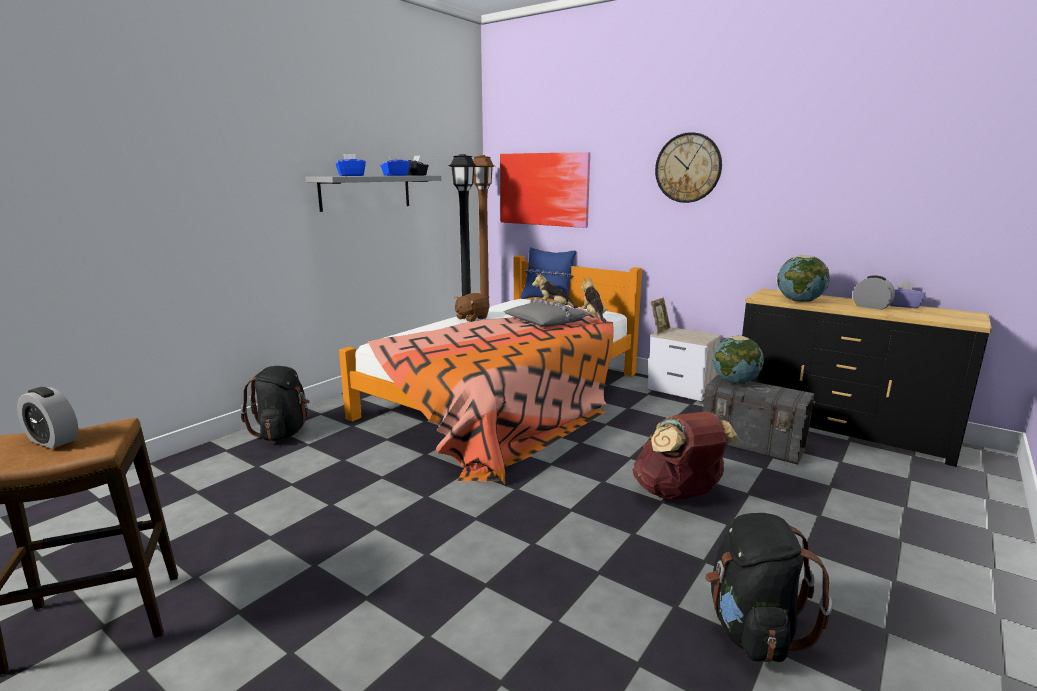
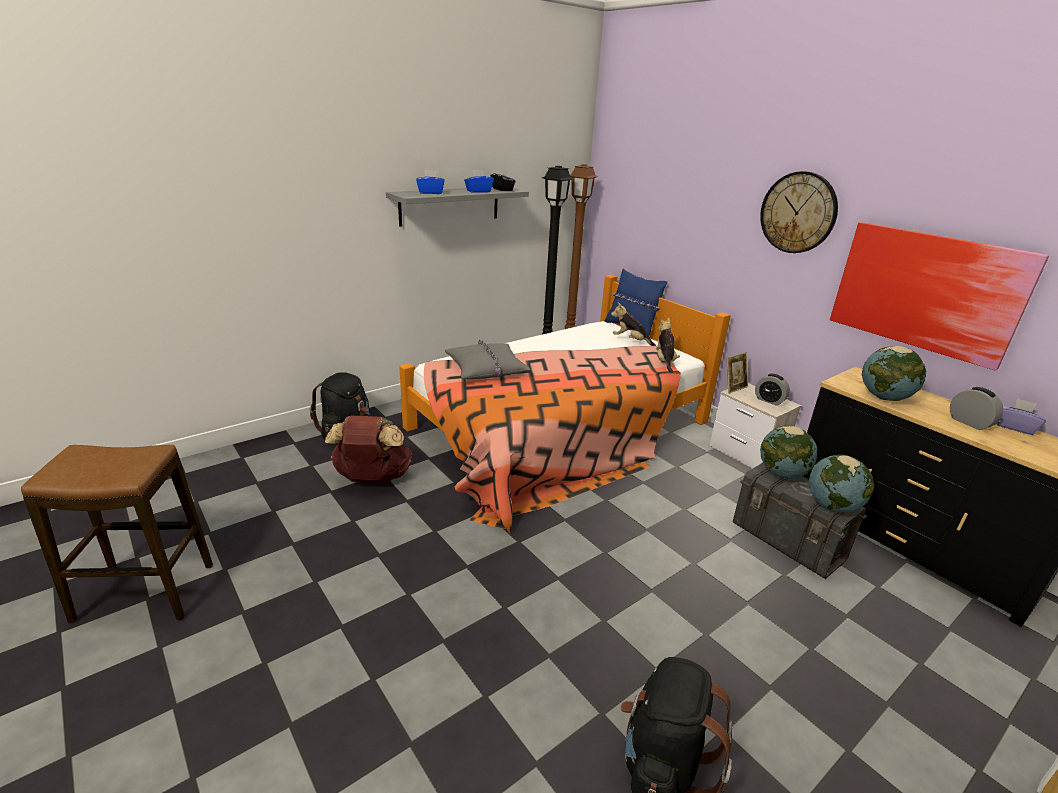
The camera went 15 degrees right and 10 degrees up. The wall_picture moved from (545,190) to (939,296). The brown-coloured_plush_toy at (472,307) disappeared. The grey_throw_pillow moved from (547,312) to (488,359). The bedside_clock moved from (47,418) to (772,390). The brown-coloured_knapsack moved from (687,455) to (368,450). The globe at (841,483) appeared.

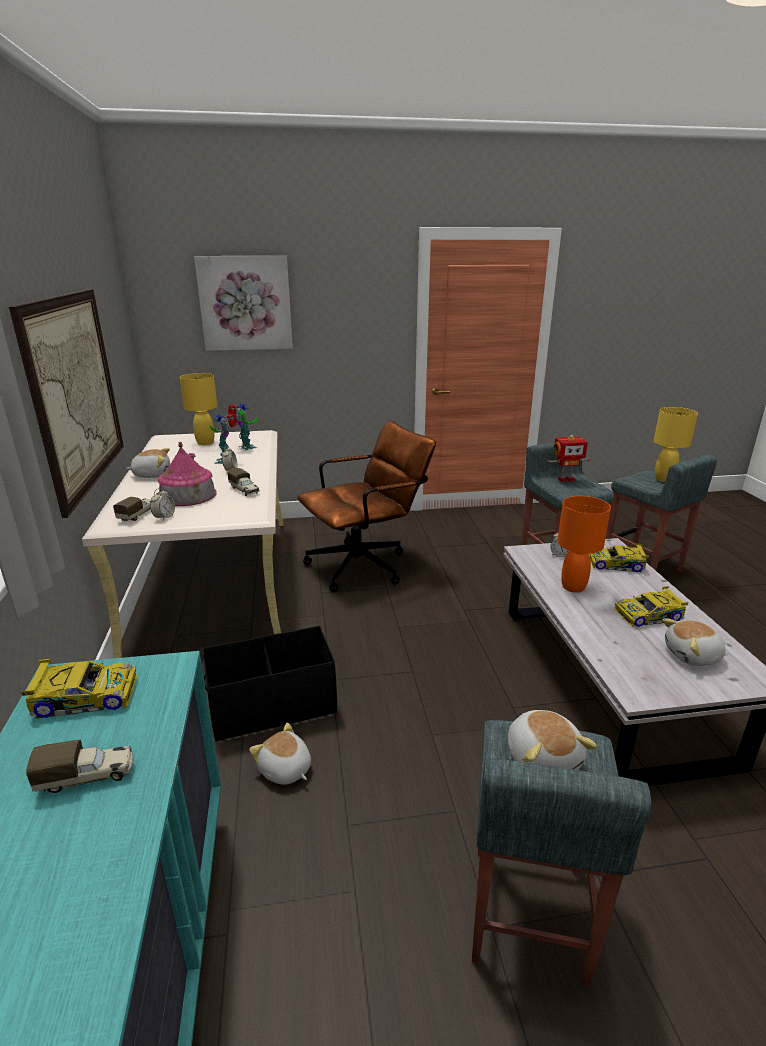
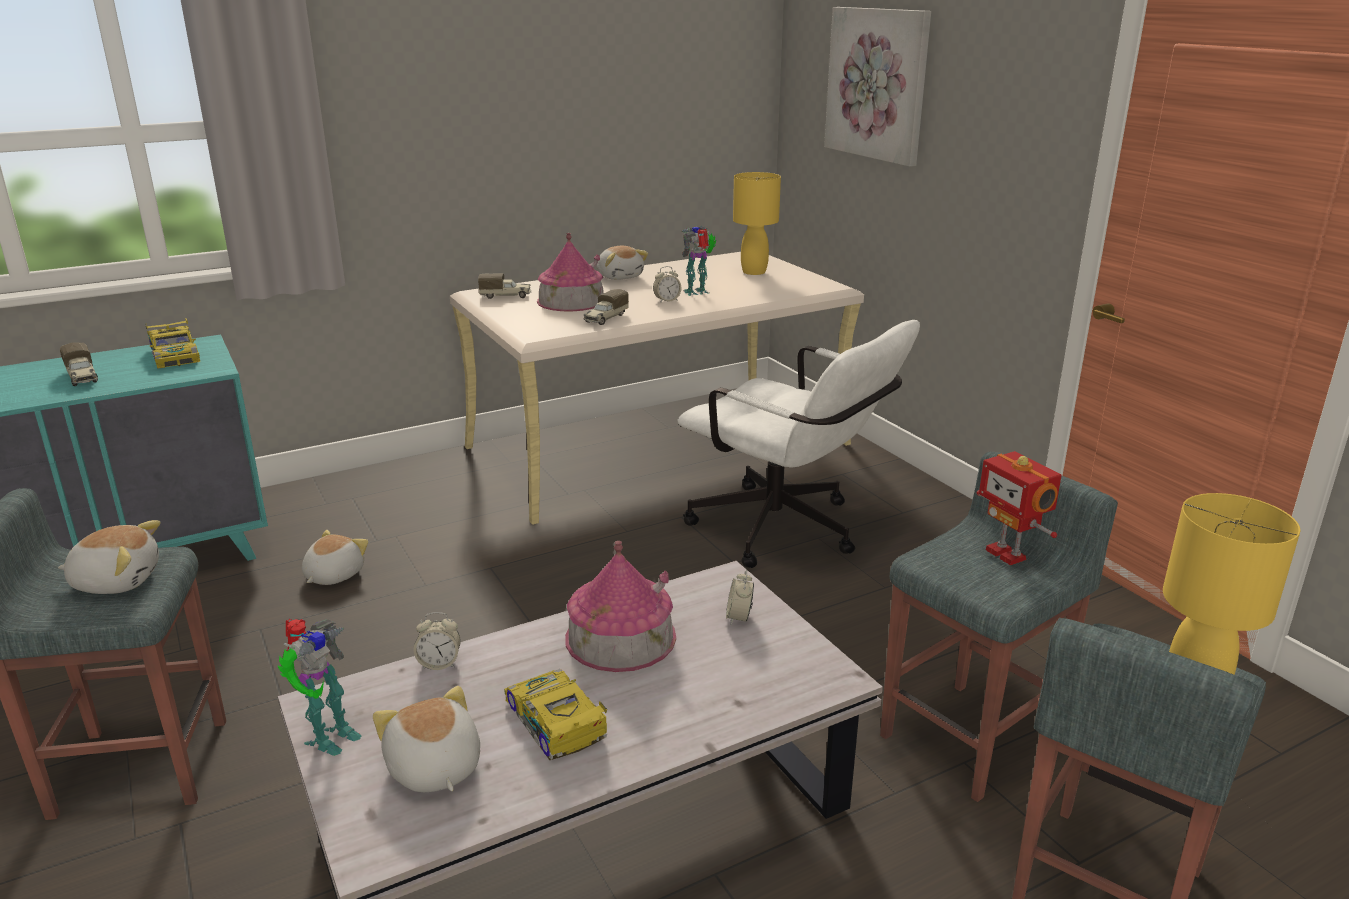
The camera went 70 degrees right and 0 degrees up. The wall_picture at (66,403) disappeared. The toy_robot moved from (243,427) to (320,687). The brown-coloured_computer_chair at (366,506) became the whitish_computer_chair at (798,444). The bedside_clock moved from (162,504) to (437,641). The orangey_tabletop_lamp at (584,544) was replaced by the model_house at (620,606). The miniature_car at (619,557) disappeared. The blackish_storage_container at (269,684) disappeared. The plush_toy at (552,740) turned 150 degrees counterclockwise.

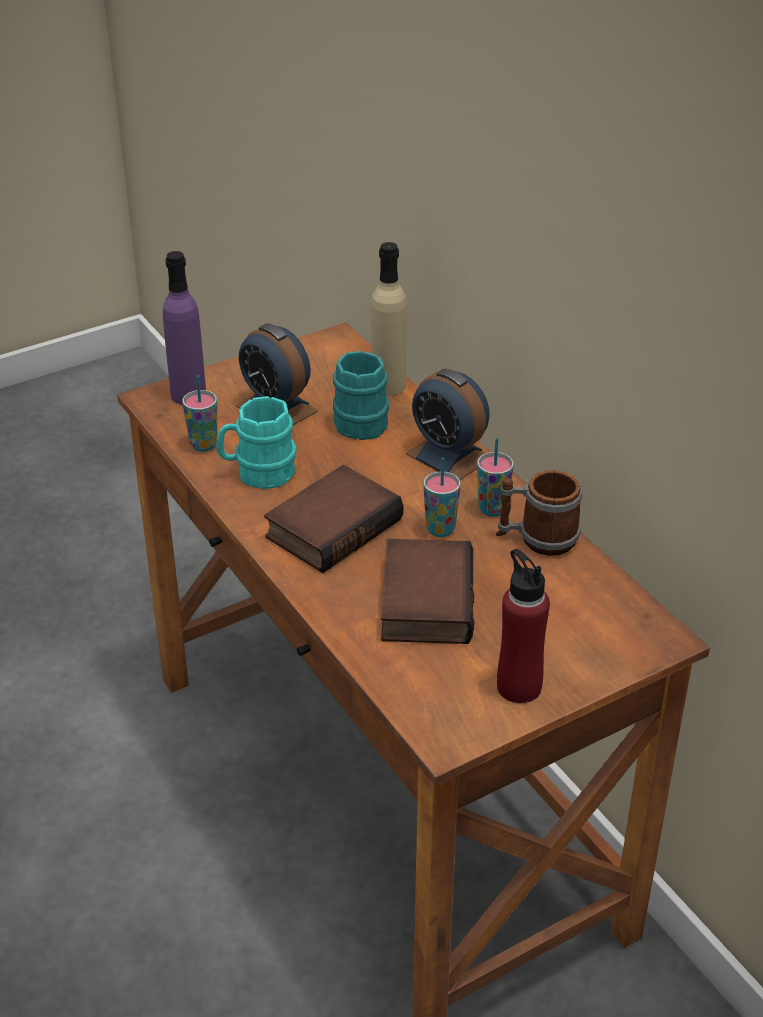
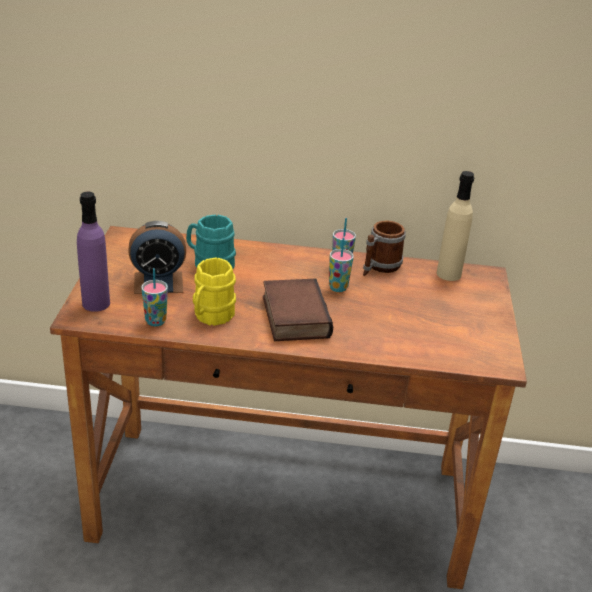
The camera went 55 degrees left and 5 degrees down. The beige_bottle moved from (389,319) to (455,226). The bedside_clock at (448,424) disappeared. The turquoise-coloured_coffee_mug at (256,442) became the yellowish_coffee_mug at (214,292). The volume at (427,591) disappeared. The reddish_bottle at (523,626) disappeared.

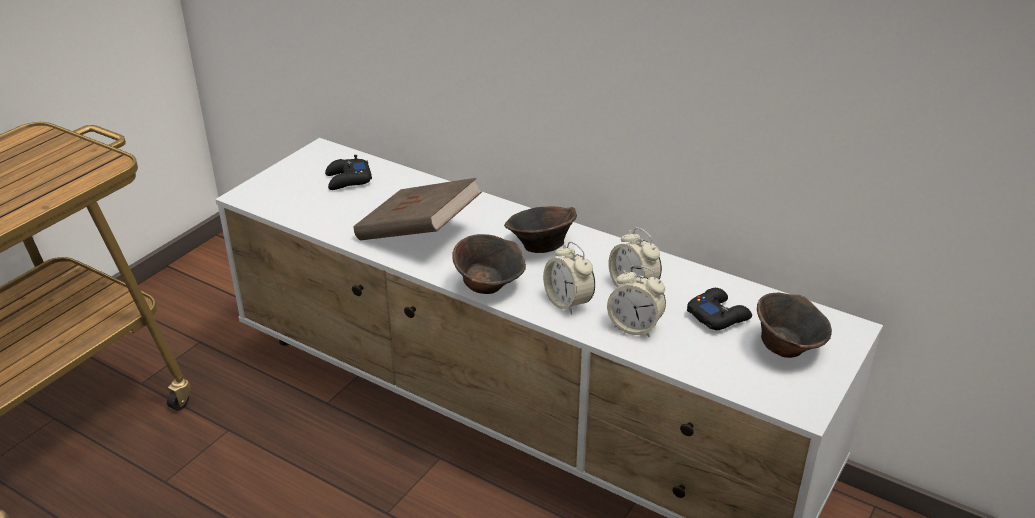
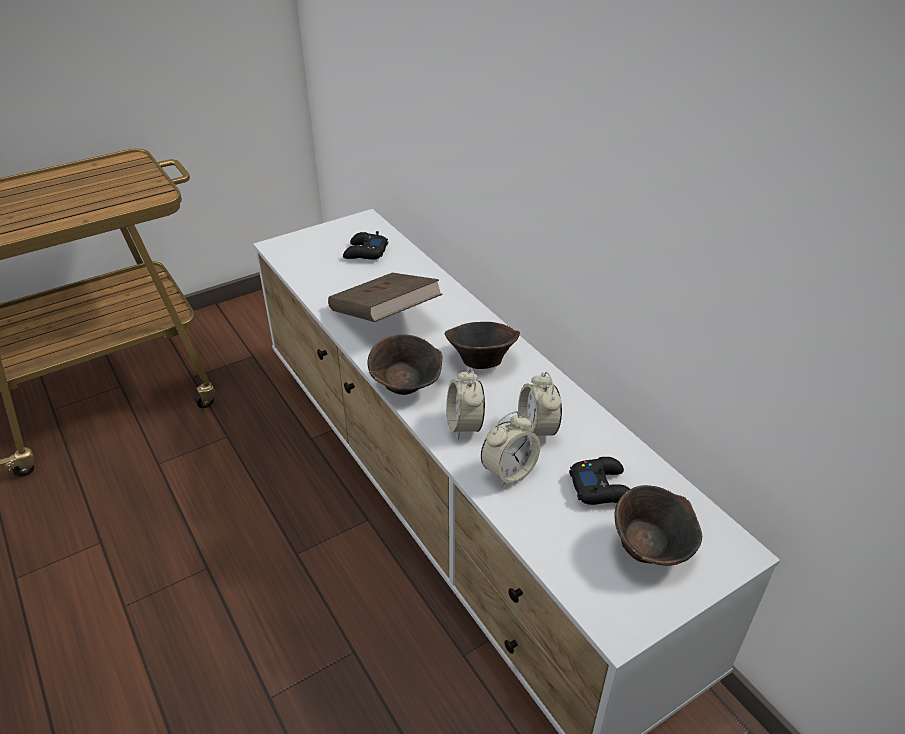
The camera went 25 degrees right and 5 degrees up. The bedside_clock at (636,301) turned 90 degrees counterclockwise.

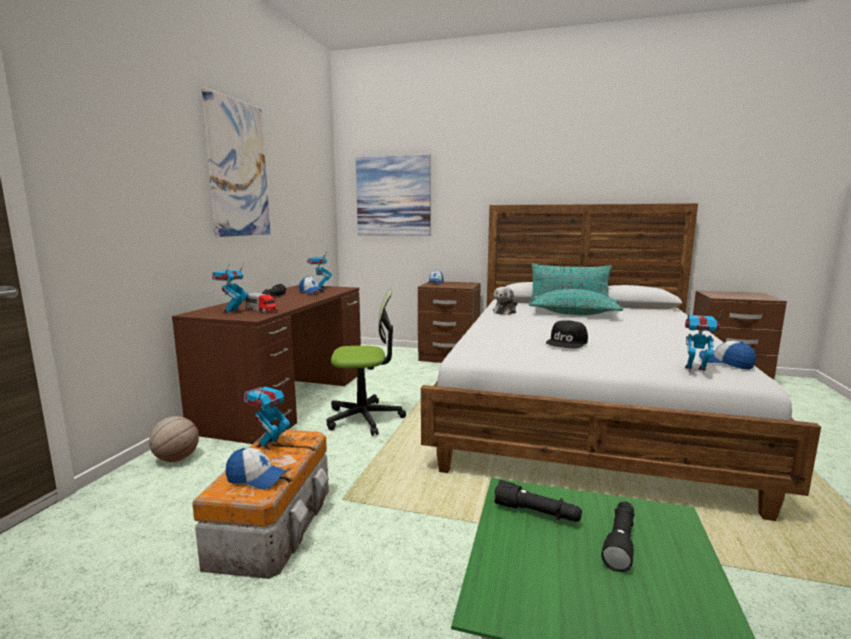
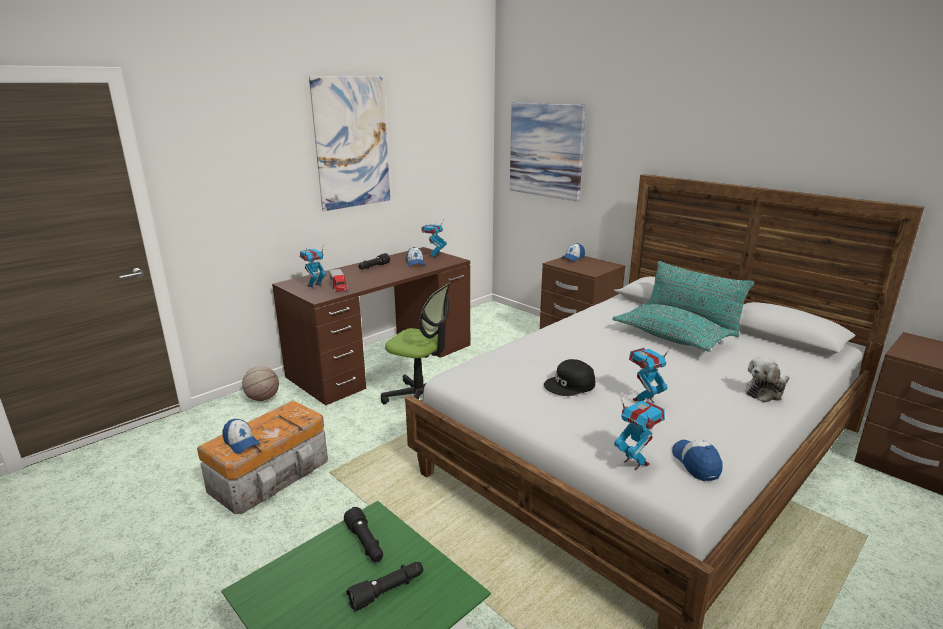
The camera went 30 degrees right and 10 degrees up. The plush_toy moved from (505,301) to (767,379). The toy_robot moved from (267,414) to (650,375).

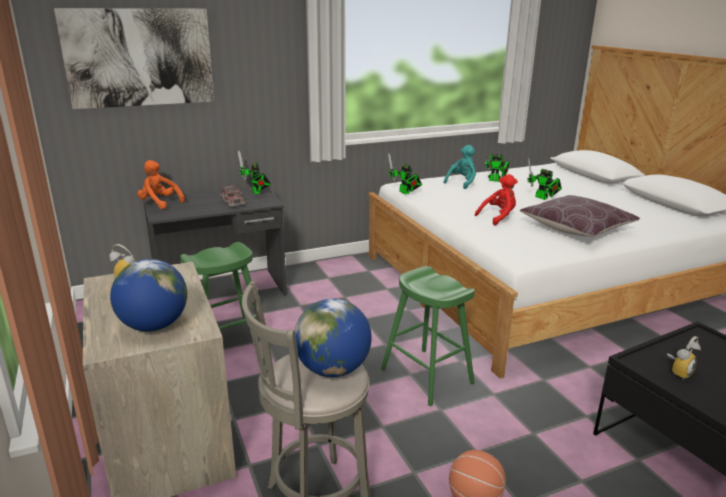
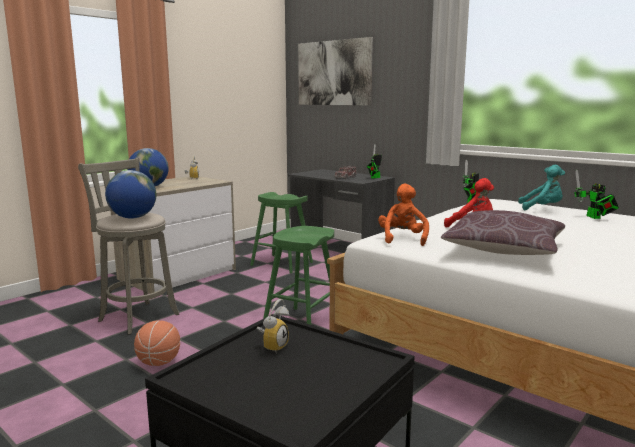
The camera went 65 degrees right and 10 degrees down. The toy_robot at (544,179) disappeared. The orangey_plush_toy moved from (161,184) to (403,214). The bedside_clock at (684,358) turned 90 degrees counterclockwise.

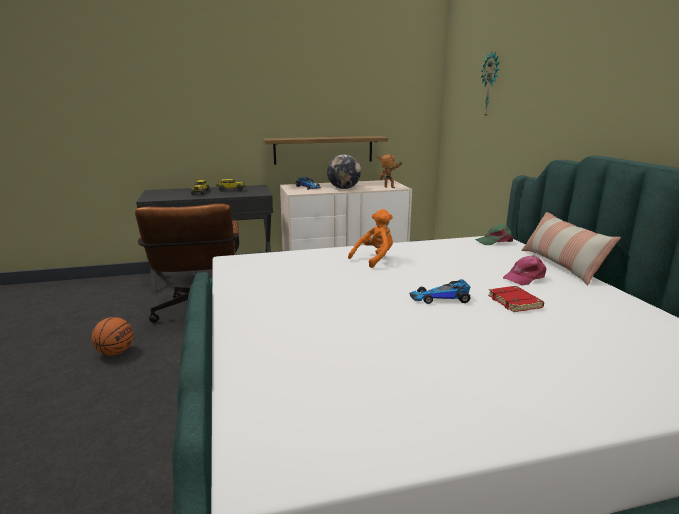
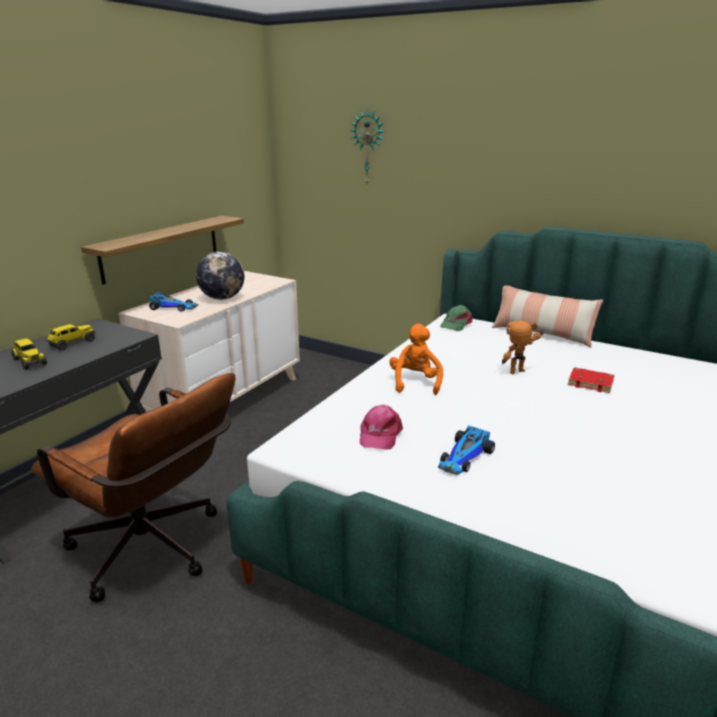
The camera went 45 degrees left and 5 degrees up. The toy_robot moved from (389,171) to (523,347). The pink-coloured_baseball_cap moved from (524,270) to (381,427). The miniature_car moved from (440,291) to (466,450). The basketball at (112,336) disappeared.

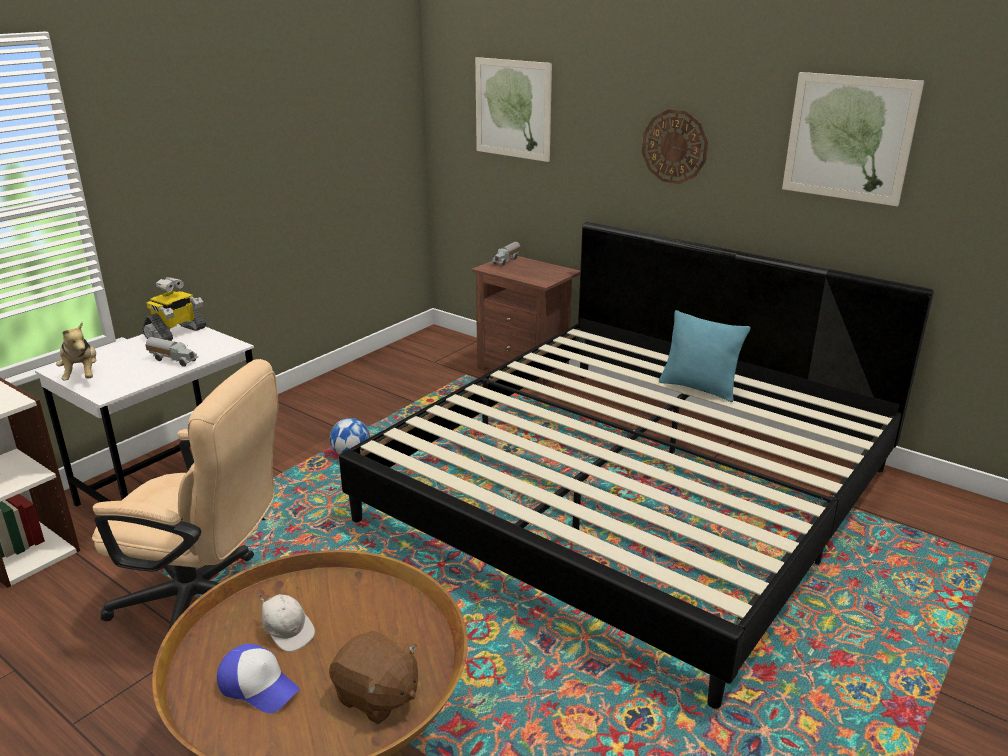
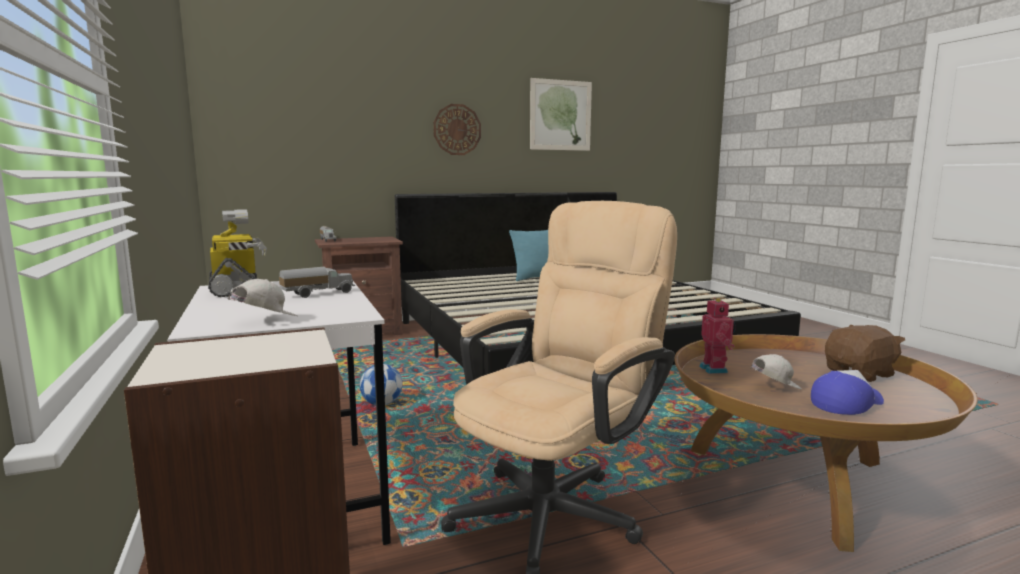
The camera went 60 degrees left and 15 degrees down. The wall_picture at (513,109) disappeared. The plush_toy at (76,351) was replaced by the whitish_baseball_cap at (262,297). The toy_robot at (717,336) appeared.

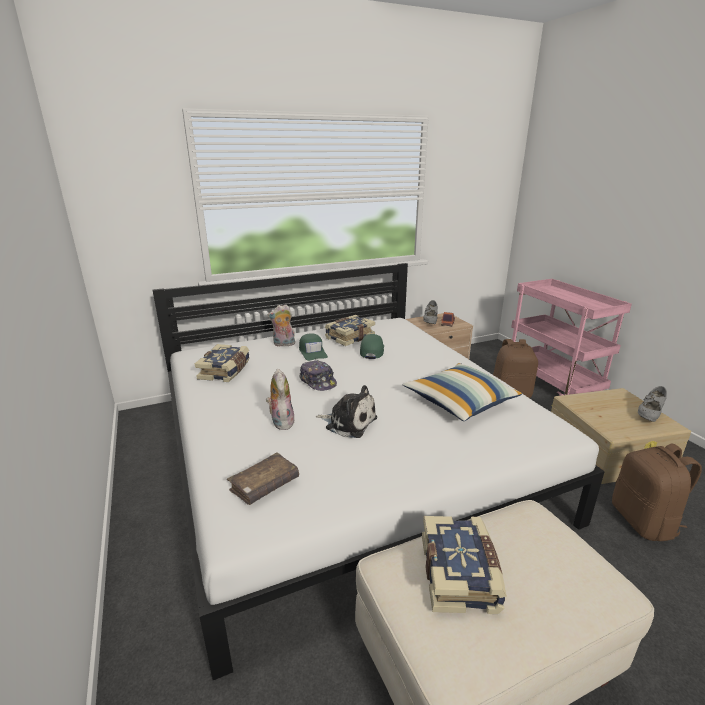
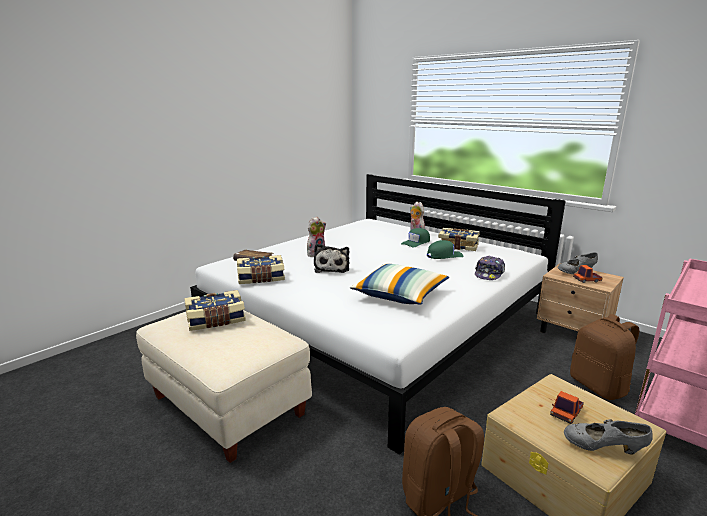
The camera went 65 degrees right and 5 degrees down. The volume moved from (222,363) to (261,269). The baseball_cap moved from (318,375) to (490,268). The toy_lorry at (567,407) appeared.

